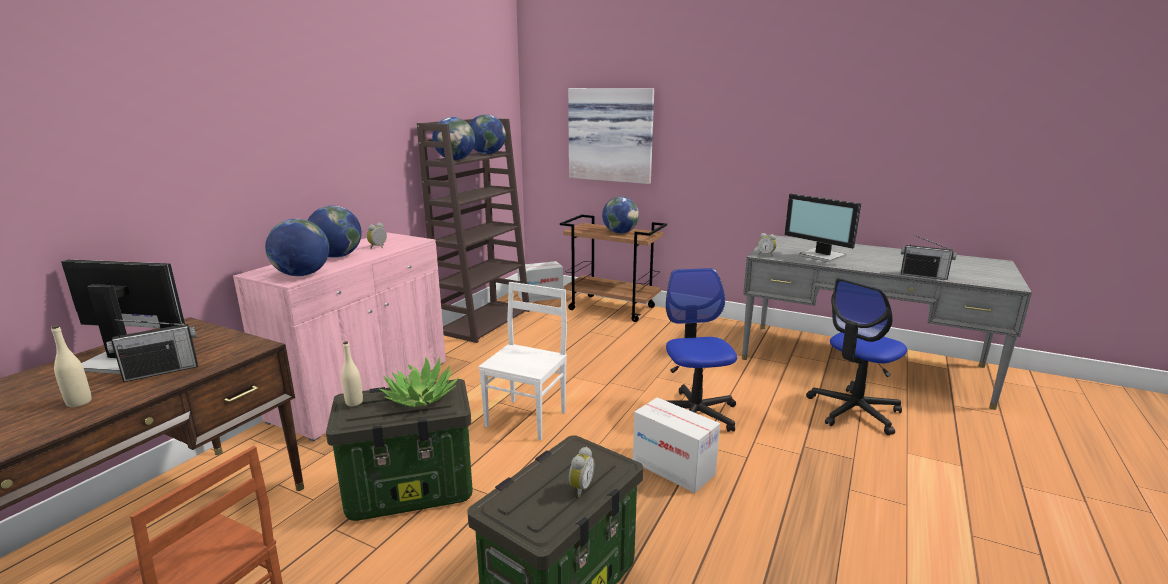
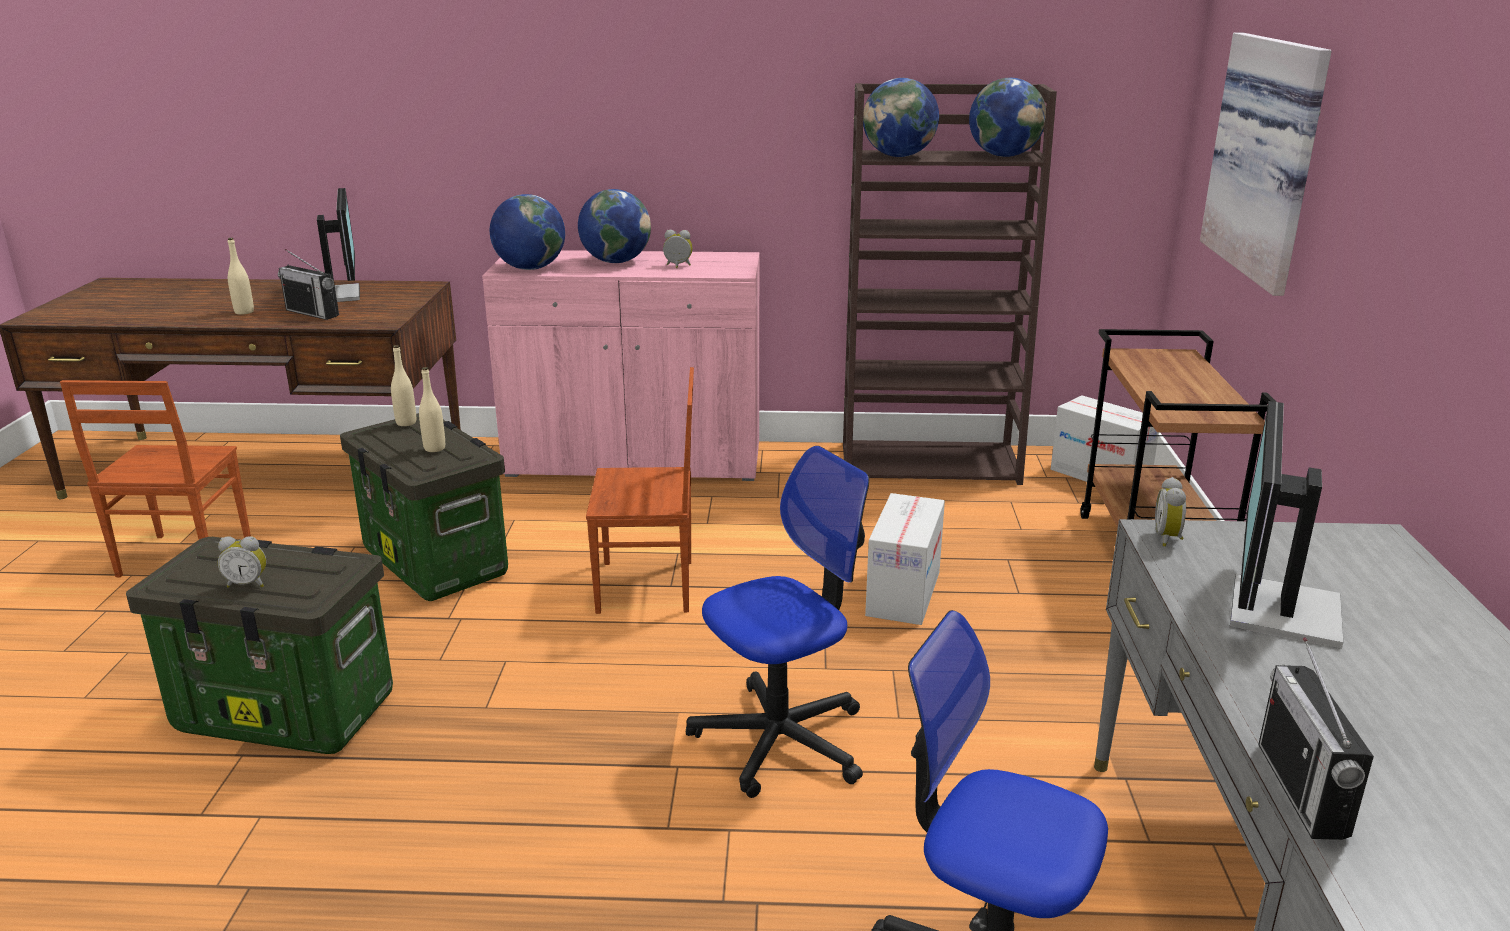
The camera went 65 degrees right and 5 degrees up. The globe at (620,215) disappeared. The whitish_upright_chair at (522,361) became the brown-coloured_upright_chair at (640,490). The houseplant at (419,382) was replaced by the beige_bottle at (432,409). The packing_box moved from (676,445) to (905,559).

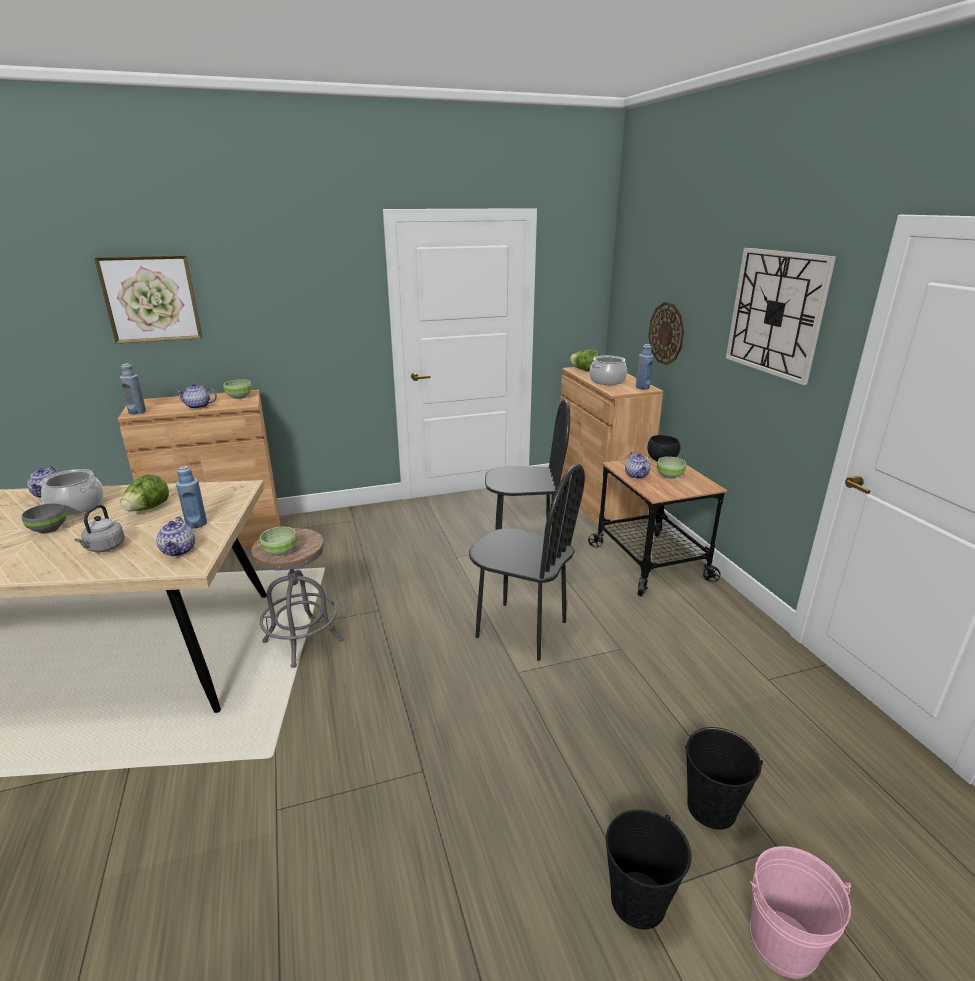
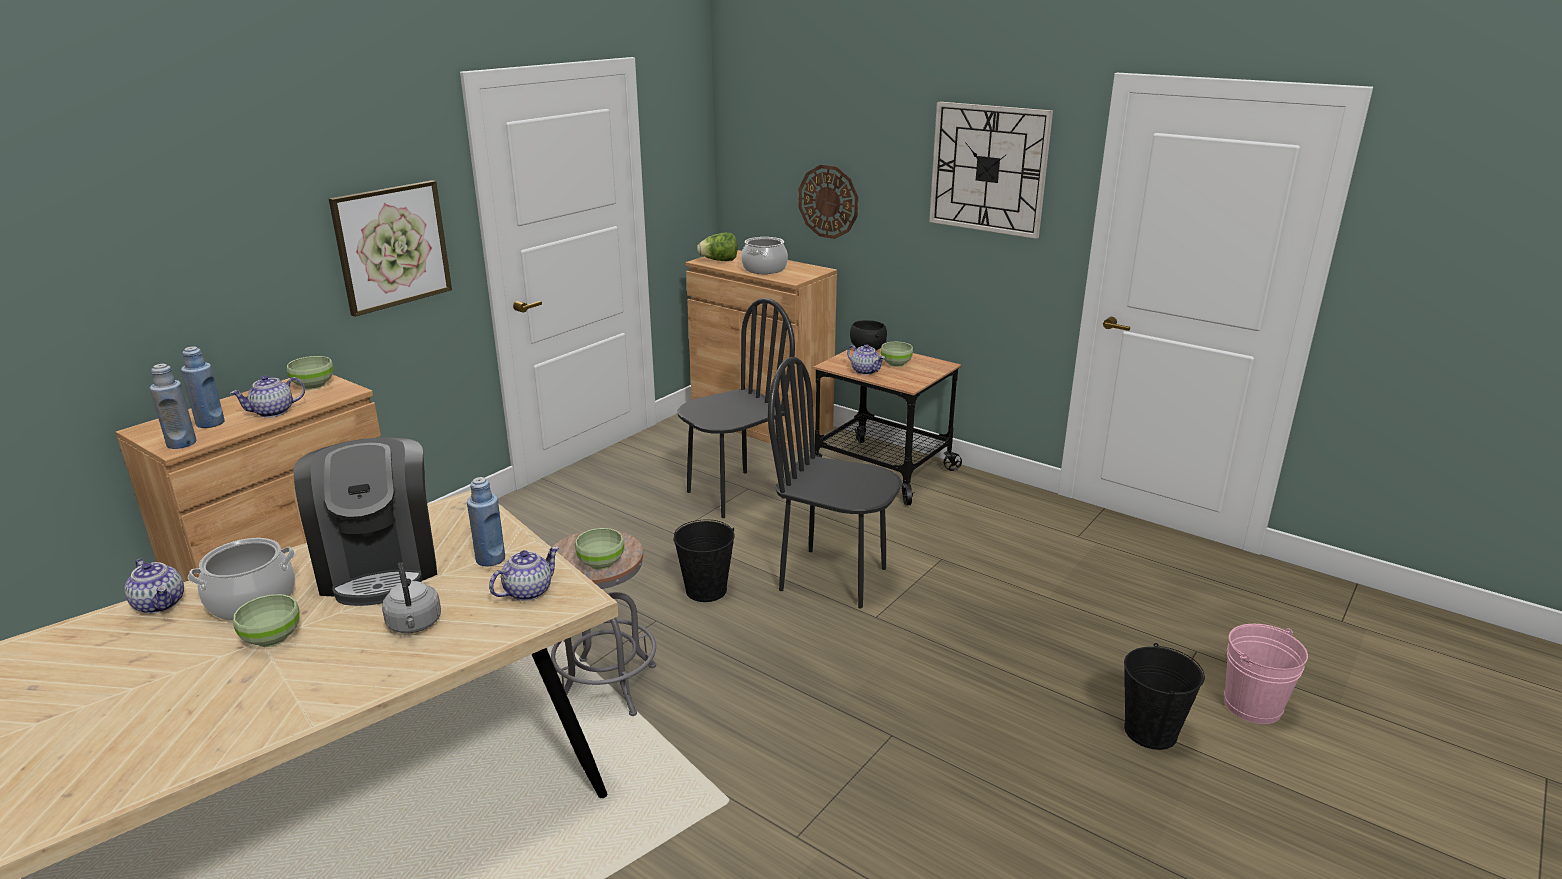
The camera went 35 degrees left and 0 degrees up. The wall_picture moved from (148,299) to (390,248). The bluish_bottle moved from (645,366) to (203,387). The blackish_upright_chair at (527,562) turned 150 degrees counterclockwise. The head_of_lettuce at (145,493) was replaced by the coffee_brewer at (365,522). The grey_serving_bowl at (44,518) became the green_serving_bowl at (266,620). The pot_for_tea at (175,536) turned 90 degrees counterclockwise. The blackish_bucket moved from (724,778) to (704,561).

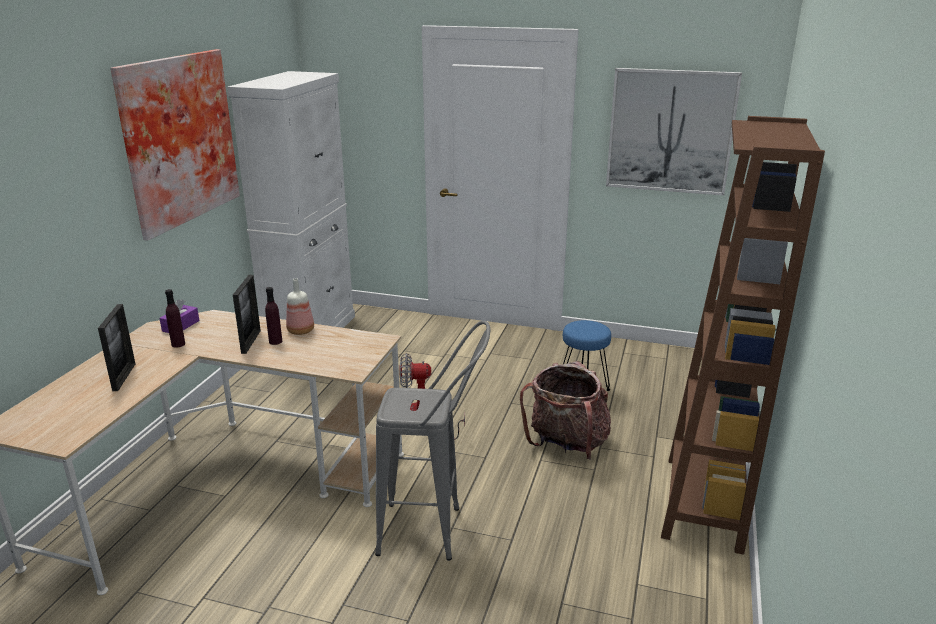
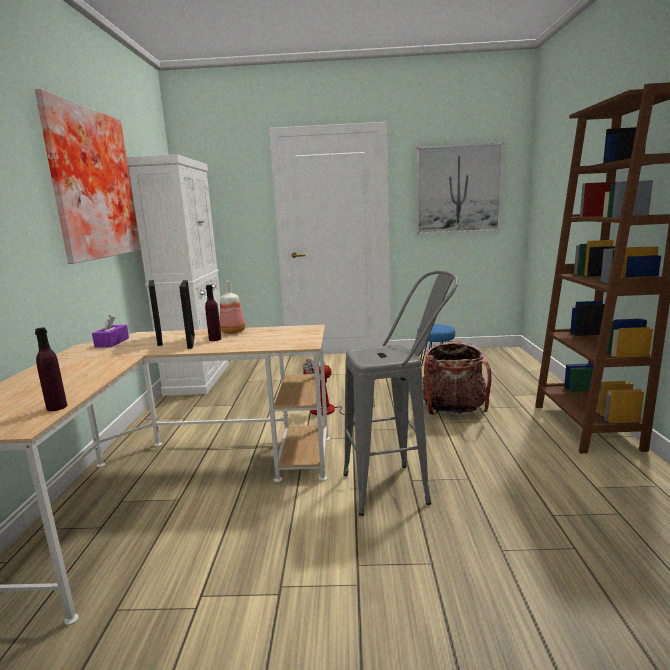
The camera went 15 degrees left and 10 degrees down. The purple_bottle moved from (175,318) to (51,369). The standing_frame moved from (116,347) to (156,313).

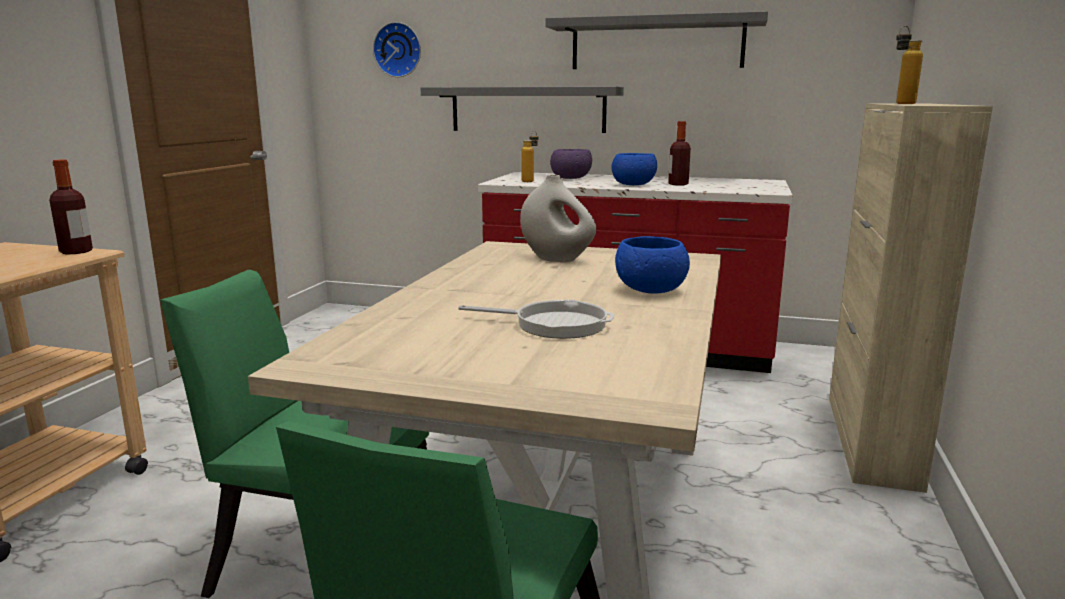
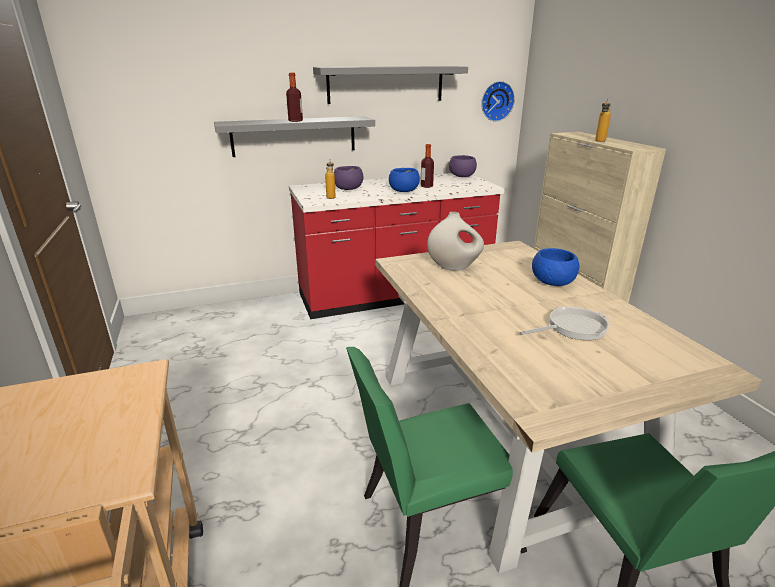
The camera went 35 degrees left and 10 degrees up. The wall_clock moved from (397,49) to (498,101). The bottle moved from (71,206) to (294,97). The purple_serving_bowl at (463,166) appeared.

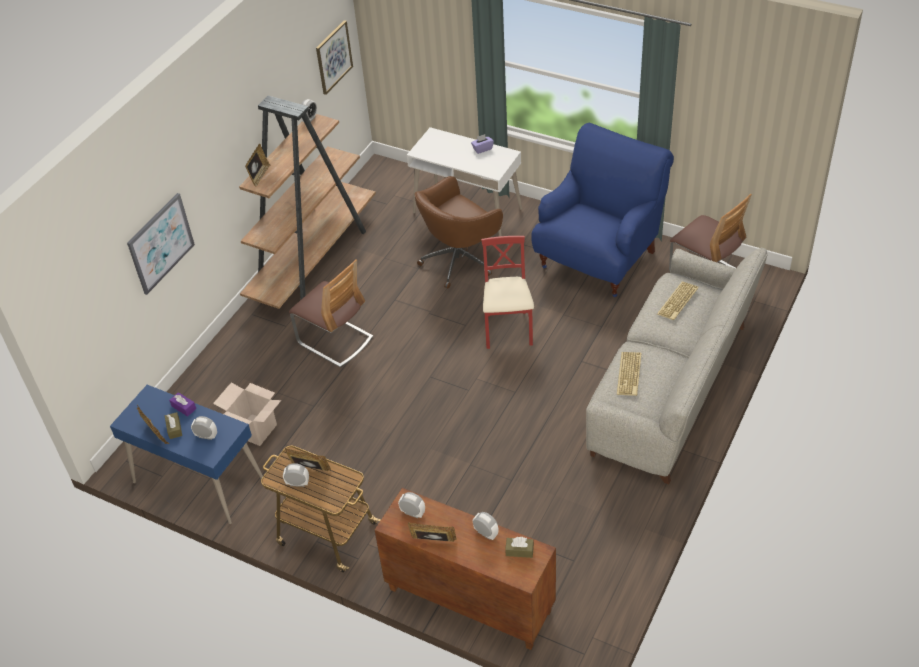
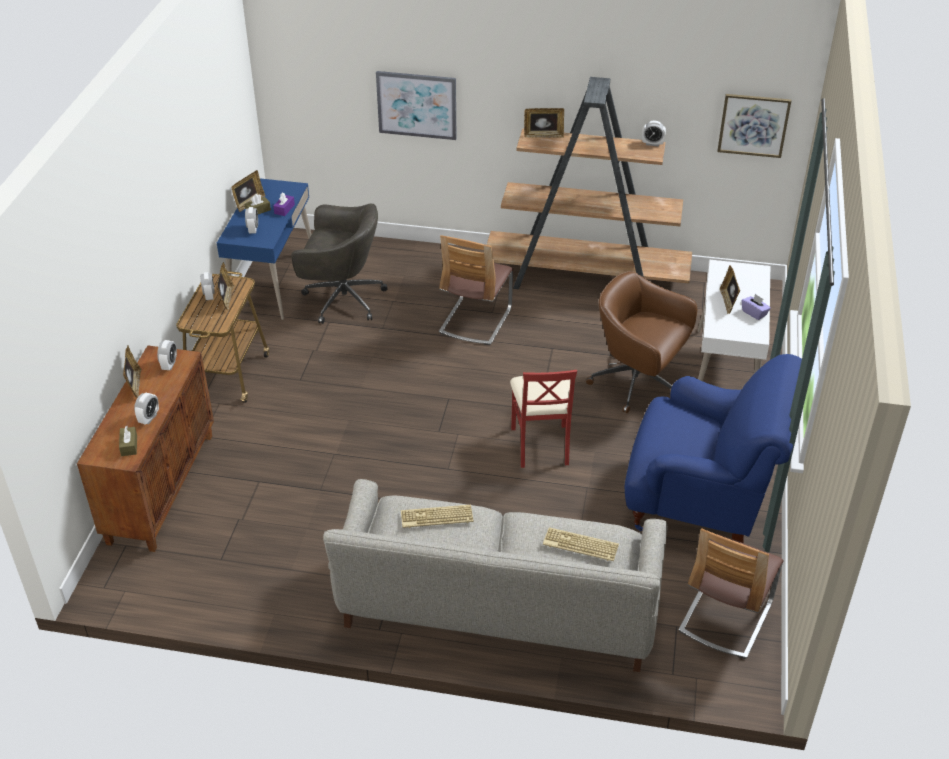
The camera went 70 degrees right and 5 degrees down. The reddish_upright_chair at (507,292) turned 105 degrees clockwise. The packing_box at (247,414) was replaced by the grey_computer_chair at (339,263). The standing_frame at (730,289) appeared.

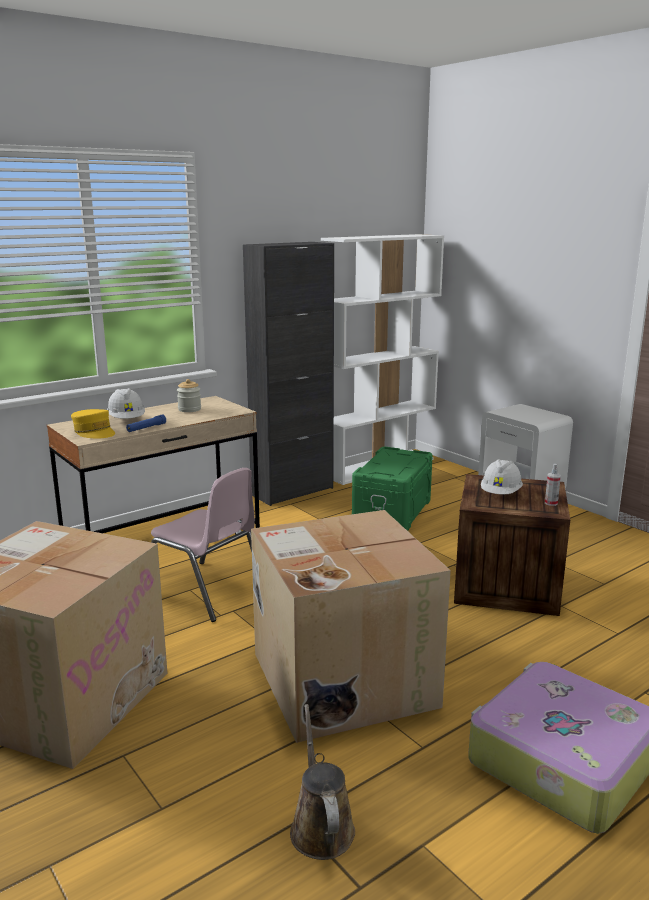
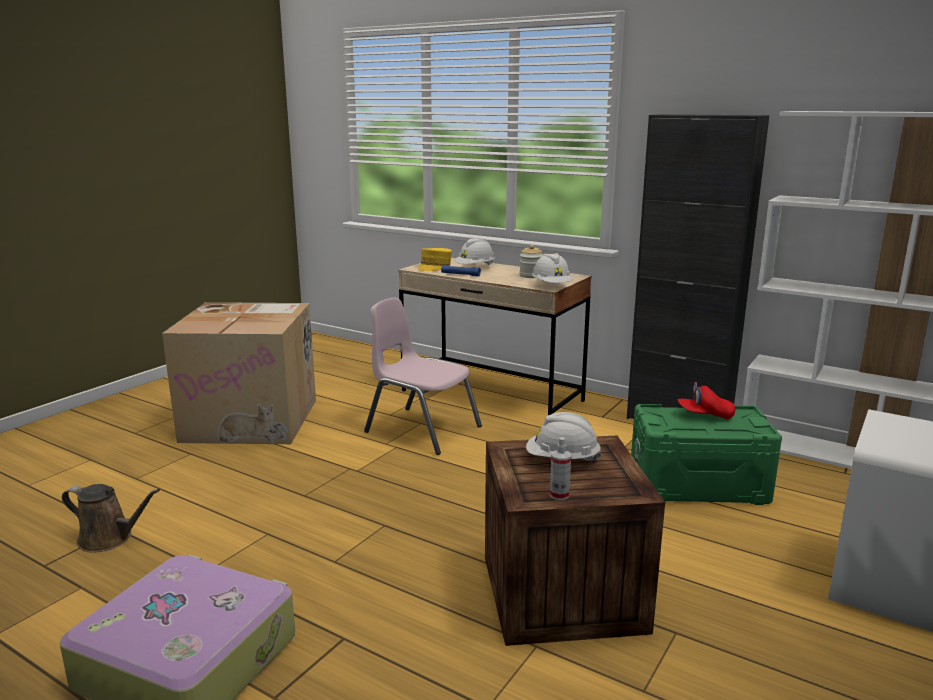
The camera went 70 degrees right and 0 degrees up. The pink-coloured_upright_chair at (203,545) turned 105 degrees clockwise. The packing_box at (351,626) disappeared. The brown-coloured_sprinkling_can at (322,782) turned 45 degrees clockwise. The whitish_work_helmet at (552,268) appeared. The reddish_baseball_cap at (706,400) appeared.

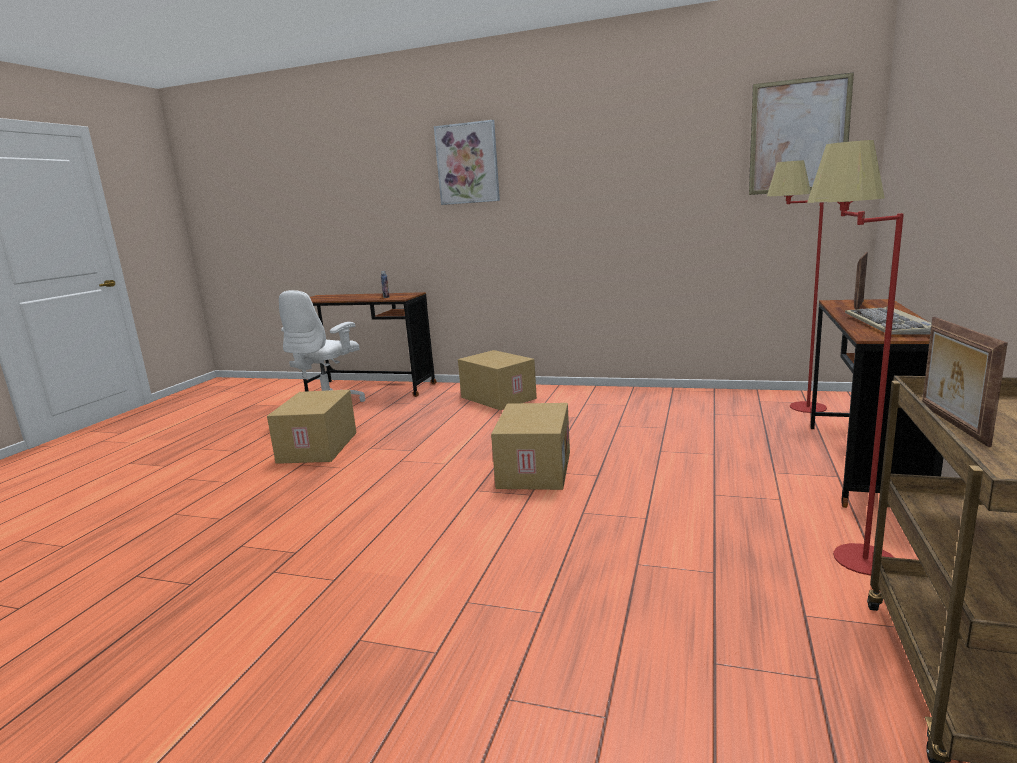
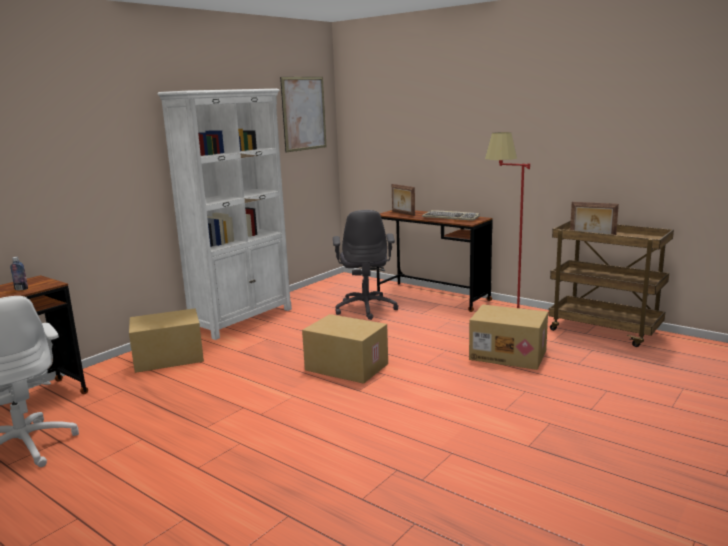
The camera went 70 degrees left and 0 degrees up. The wall_picture at (467,162) disappeared. The reddish_floor_lamp at (797,286) disappeared. The packing_box moved from (311,427) to (508,337). The whitish_shelving_unit at (225,214) appeared. The grey_computer_chair at (365,265) appeared.

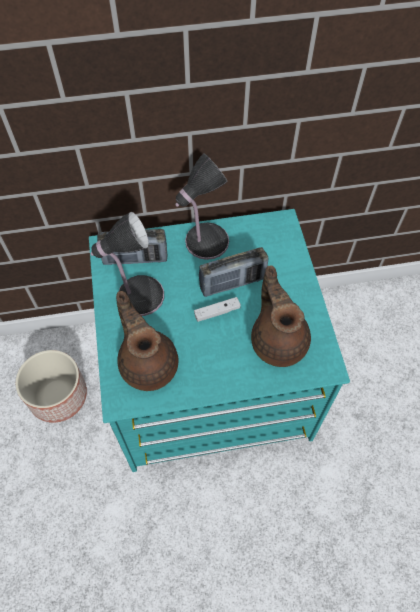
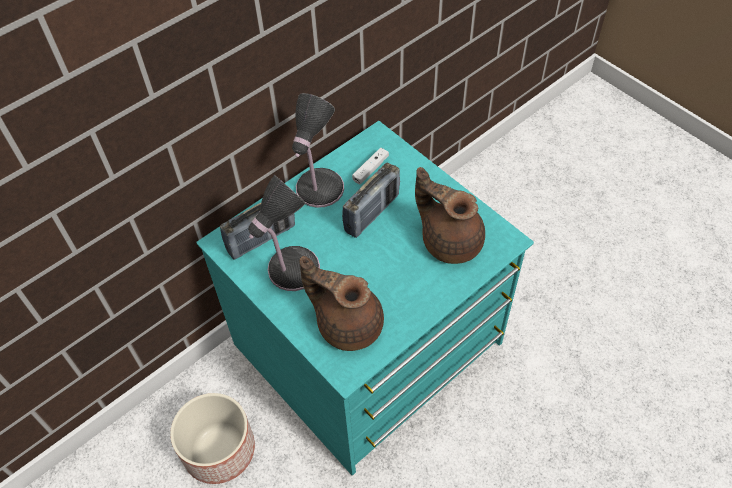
The camera went 30 degrees left and 5 degrees down. The whitish_game_controller moved from (217,309) to (370,166).

